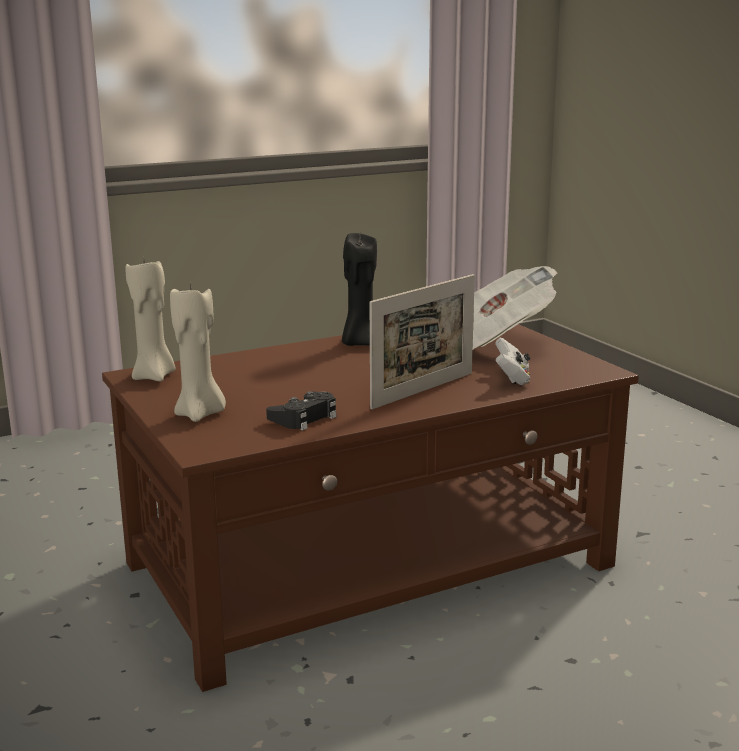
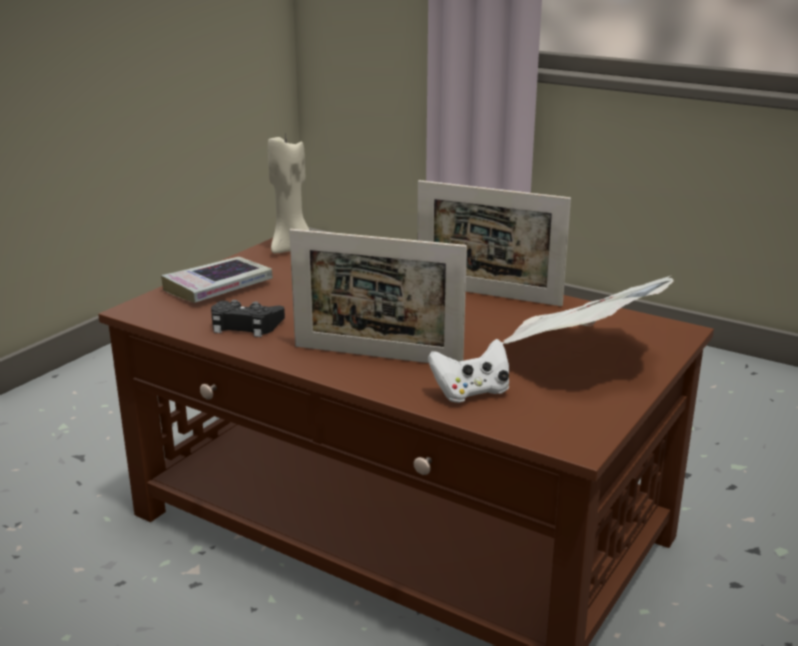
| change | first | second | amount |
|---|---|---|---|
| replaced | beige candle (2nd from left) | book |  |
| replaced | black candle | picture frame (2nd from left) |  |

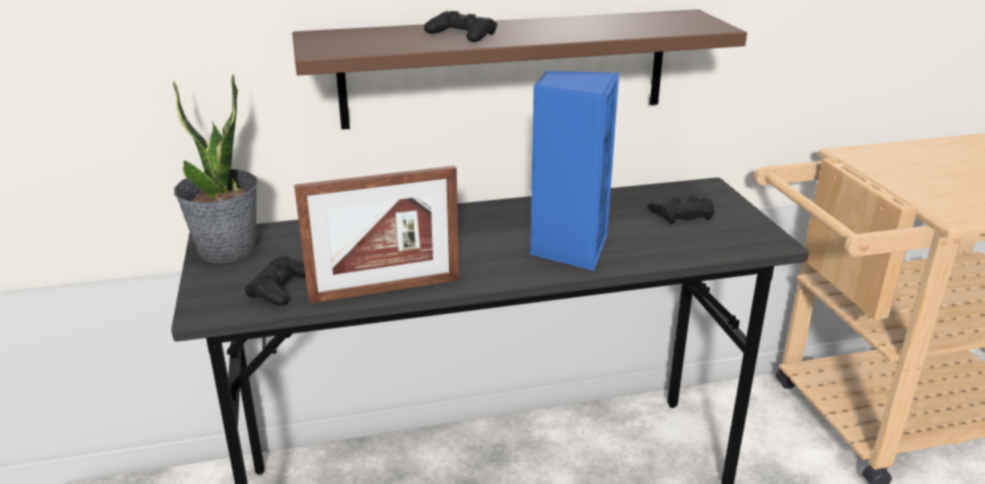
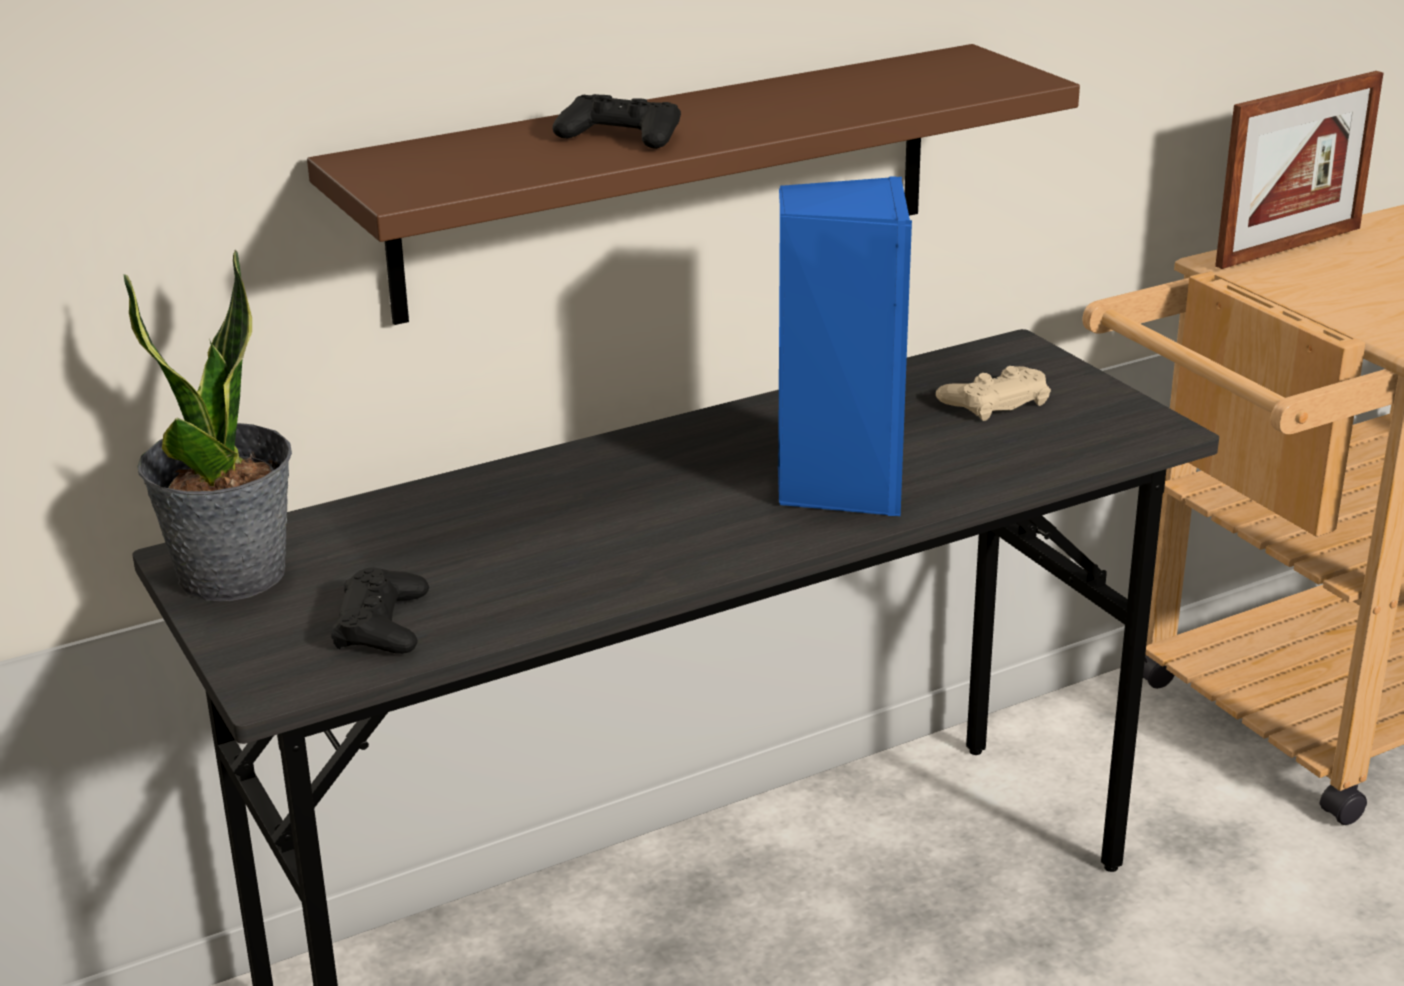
| change | first | second | amount |
|---|---|---|---|
| moved | picture frame |  |  |
| recoloured | black game controller (3rd from left) | beige game controller |  |

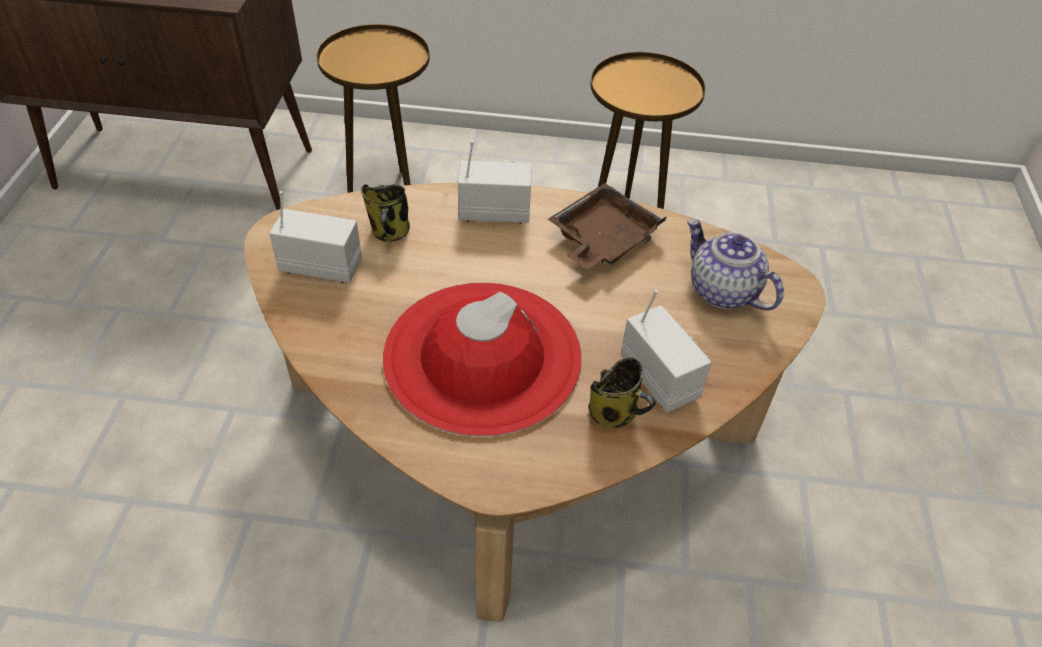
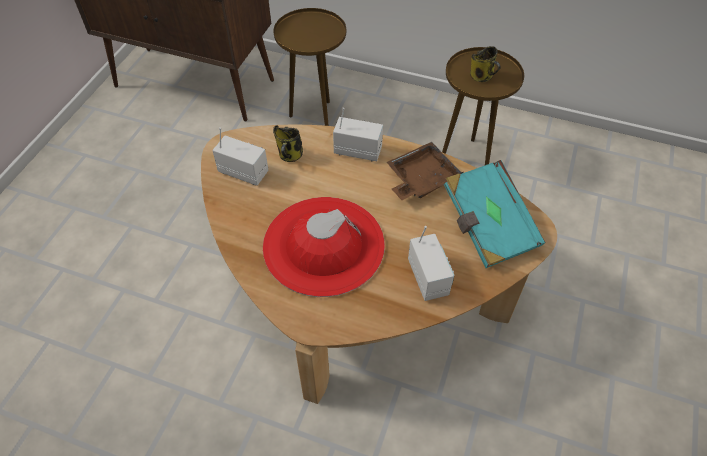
| change | first | second | amount |
|---|---|---|---|
| moved | mug (2nd from left) |  |  |
| replaced | teapot | turquoise book |  |

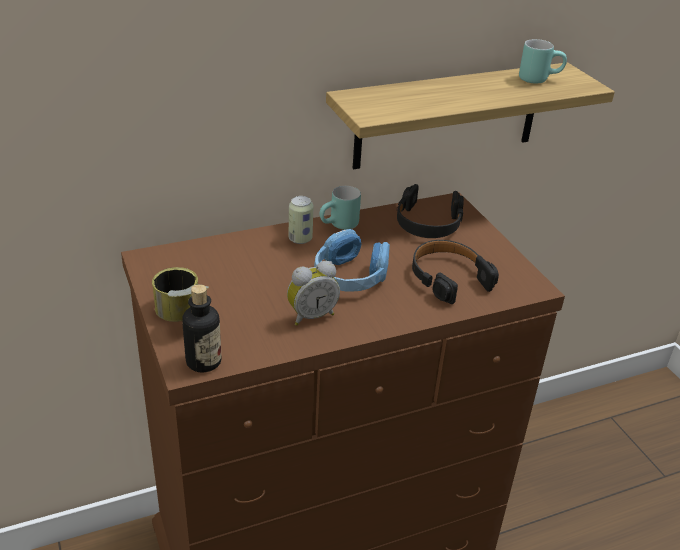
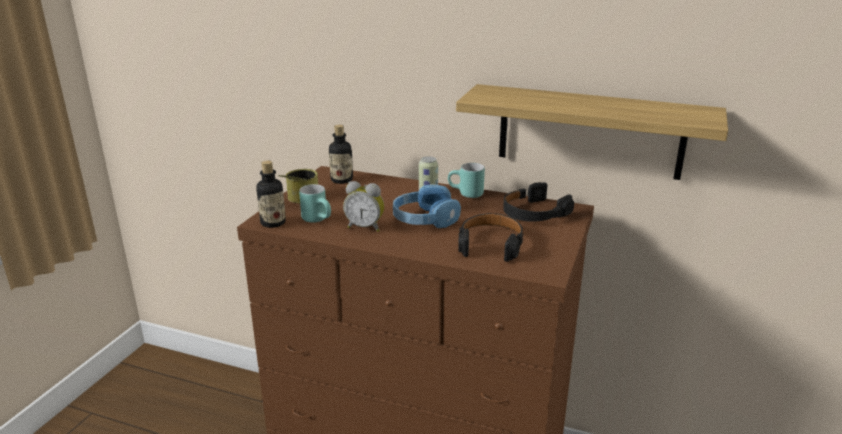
| change | first | second | amount |
|---|---|---|---|
| moved | turquoise mug (2nd from left in the first image) | turquoise mug (1st from left) |  |
| added |  | bottle (2nd from left) |  |

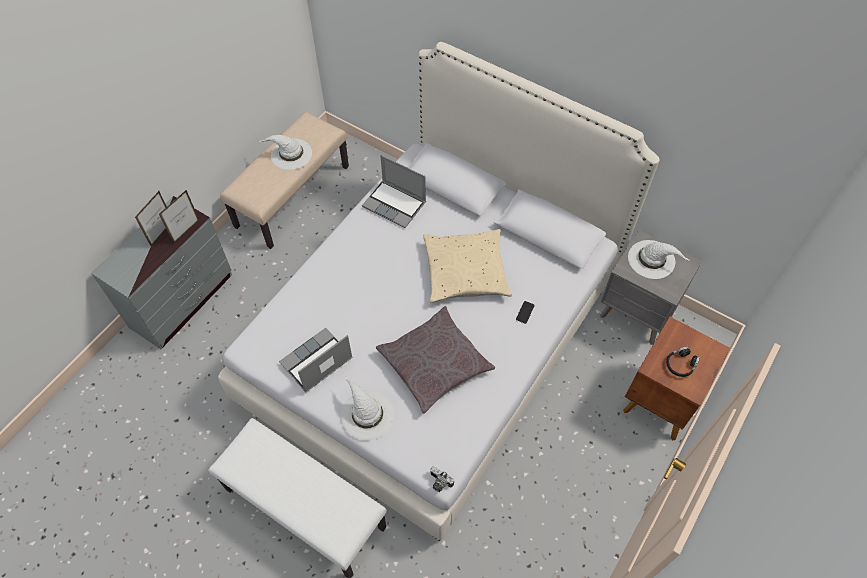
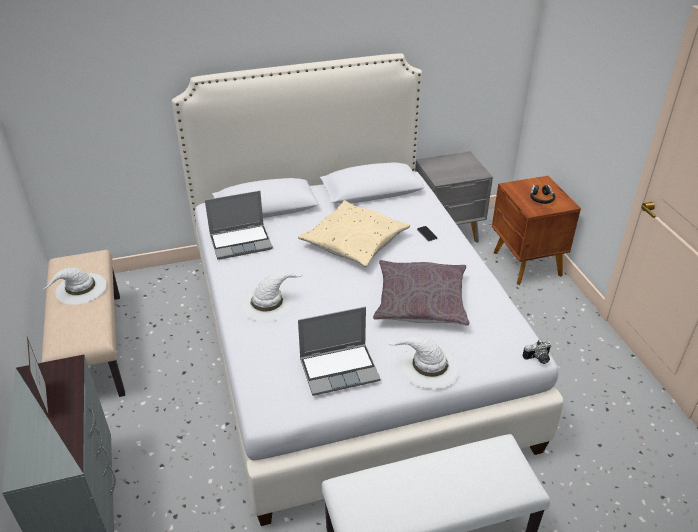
| change | first | second | amount |
|---|---|---|---|
| removed | picture frame (2nd from left) |  |  |
| turned | laptop (1st from left in the first image) | laptop (2nd from left) | 105 degrees counterclockwise |
| moved | white hat (3rd from left in the first image) | white hat (2nd from left) |  |

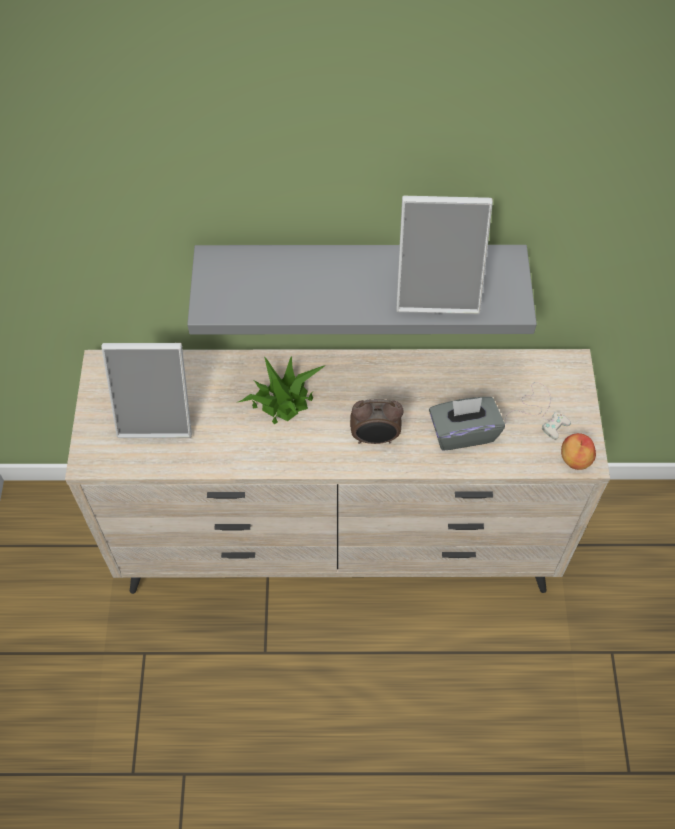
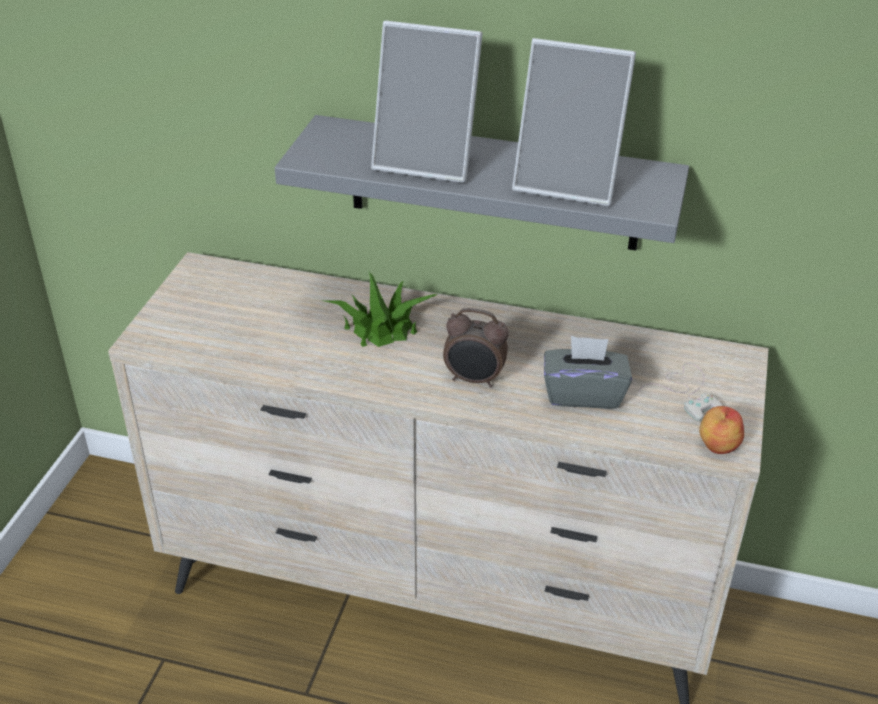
| change | first | second | amount |
|---|---|---|---|
| moved | picture frame (1st from left) |  |  |

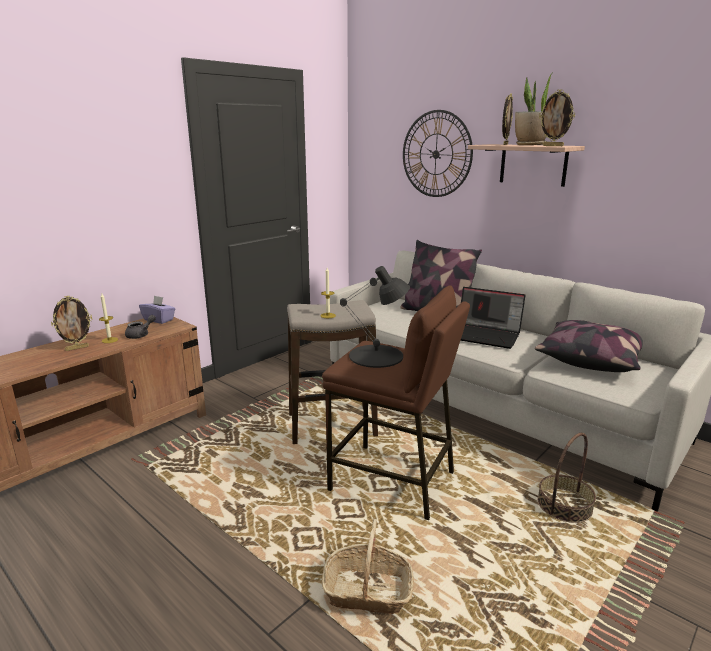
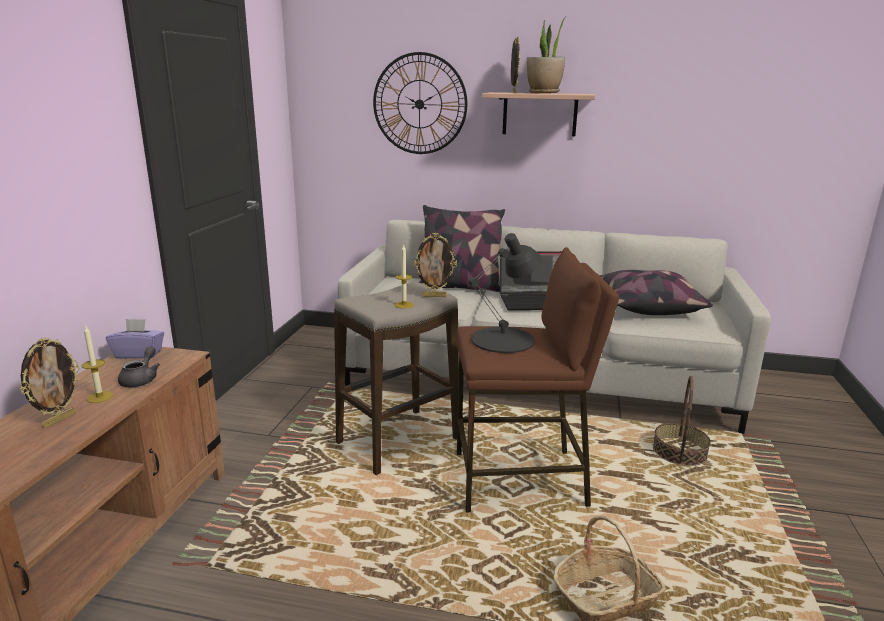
| change | first | second | amount |
|---|---|---|---|
| moved | picture frame (3rd from left in the first image) | picture frame (2nd from left) |  |

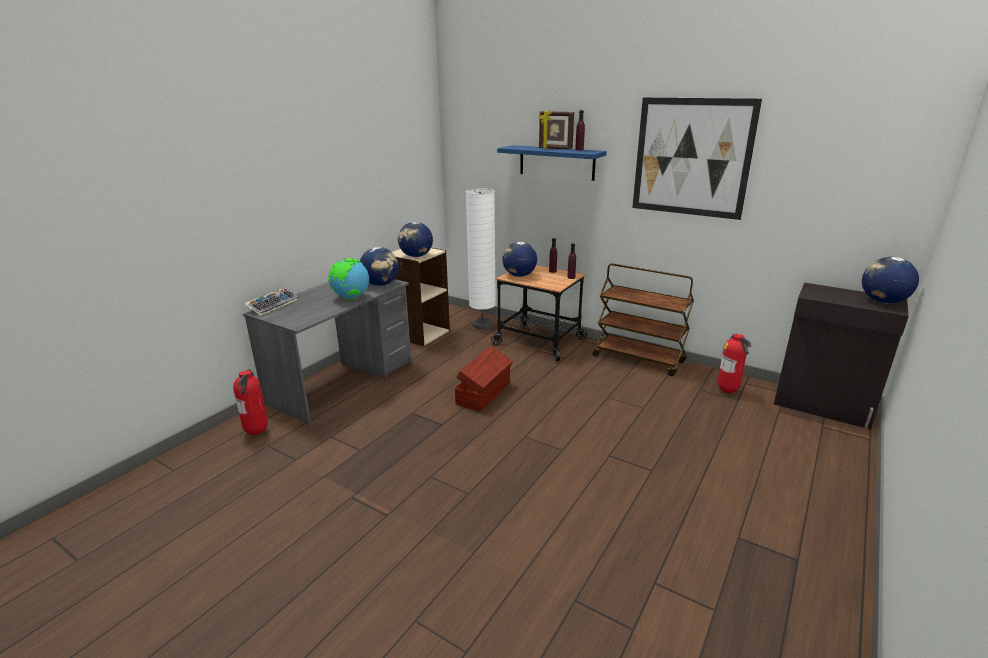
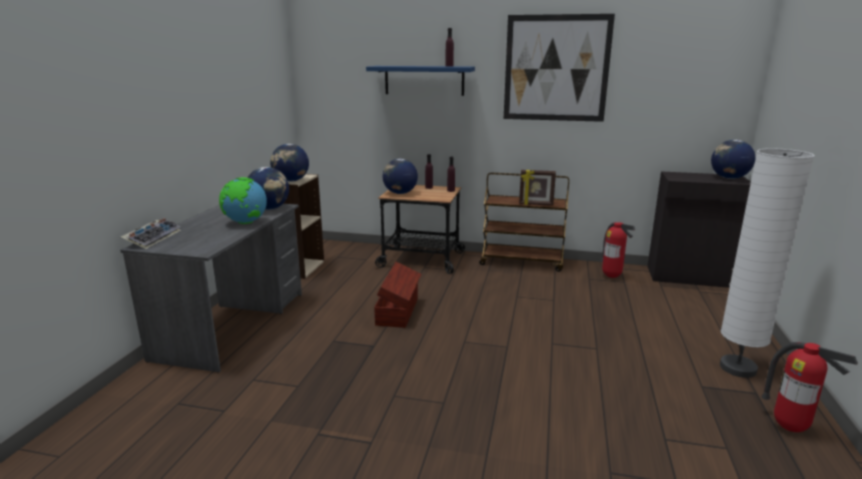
| change | first | second | amount |
|---|---|---|---|
| moved | fire extinguisher (1st from left in the first image) | fire extinguisher (2nd from left) |  |
| moved | white floor lamp |  |  |
| moved | picture frame |  |  |

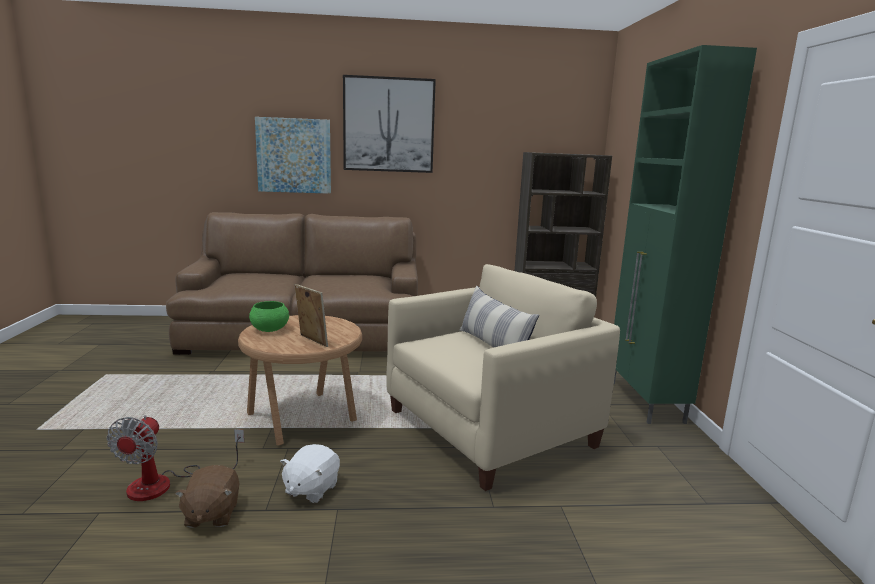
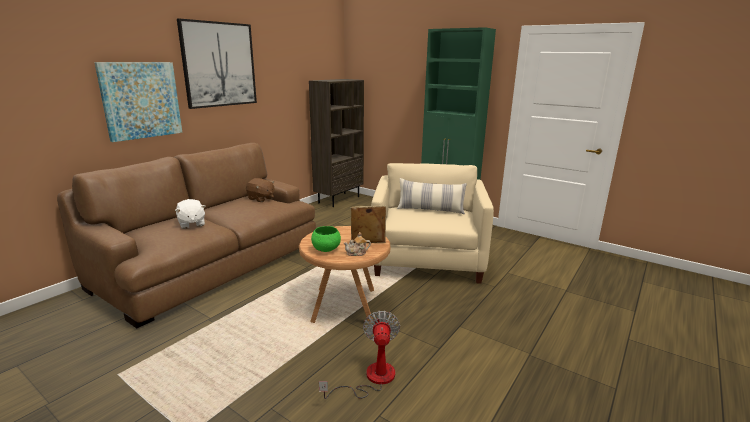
| change | first | second | amount |
|---|---|---|---|
| turned | fan |  | 135 degrees counterclockwise |
| moved | brown plush toy |  |  |
| moved | white plush toy |  |  |
| added |  | teapot |  |

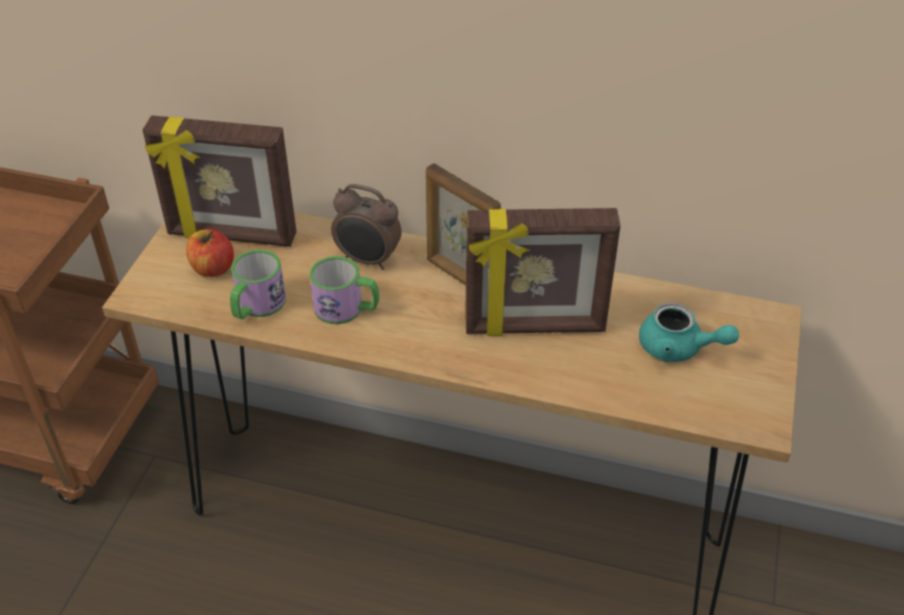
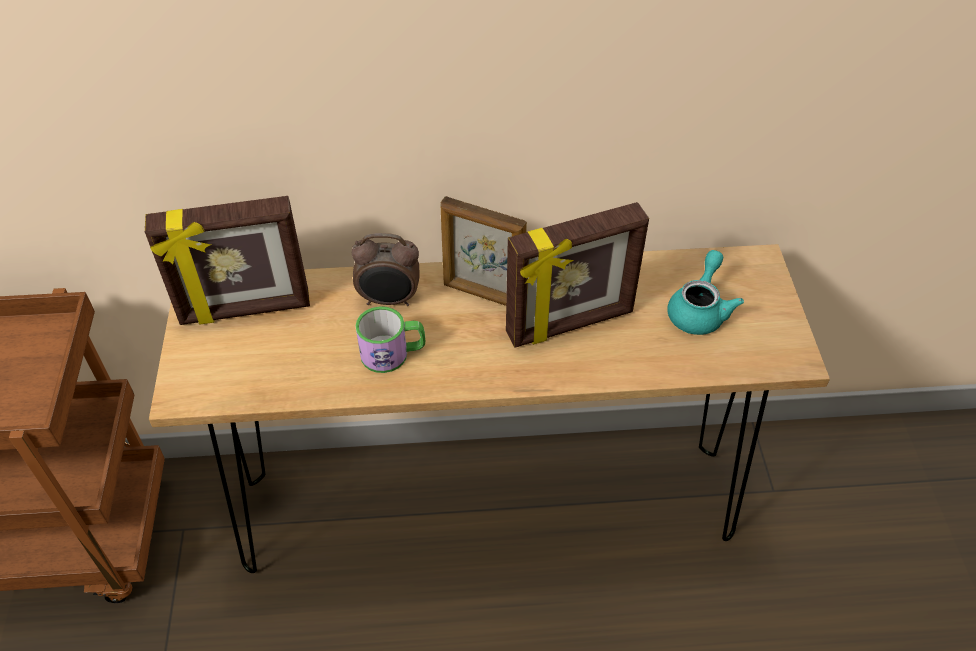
| change | first | second | amount |
|---|---|---|---|
| removed | apple |  |  |
| removed | mug (1st from left) |  |  |
| turned | turquoise teapot |  | 75 degrees counterclockwise |

